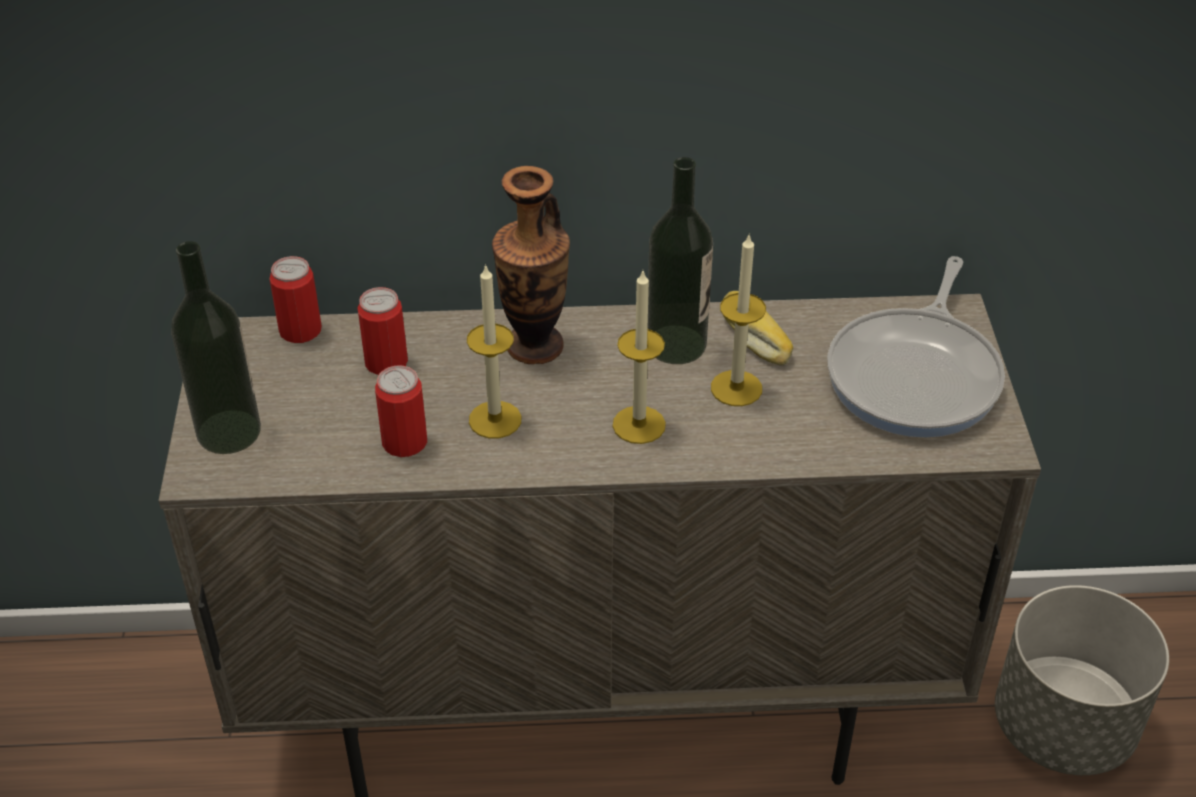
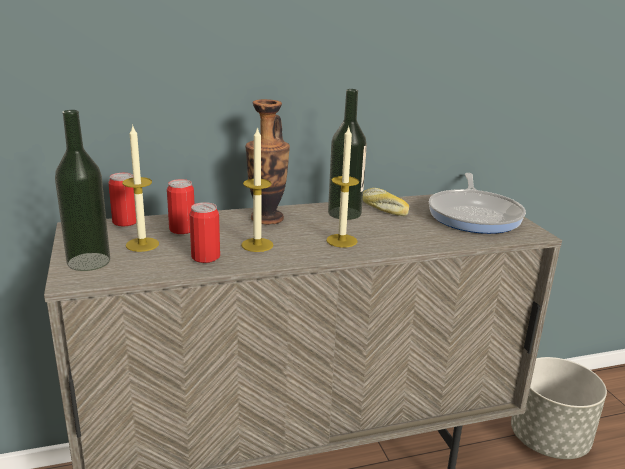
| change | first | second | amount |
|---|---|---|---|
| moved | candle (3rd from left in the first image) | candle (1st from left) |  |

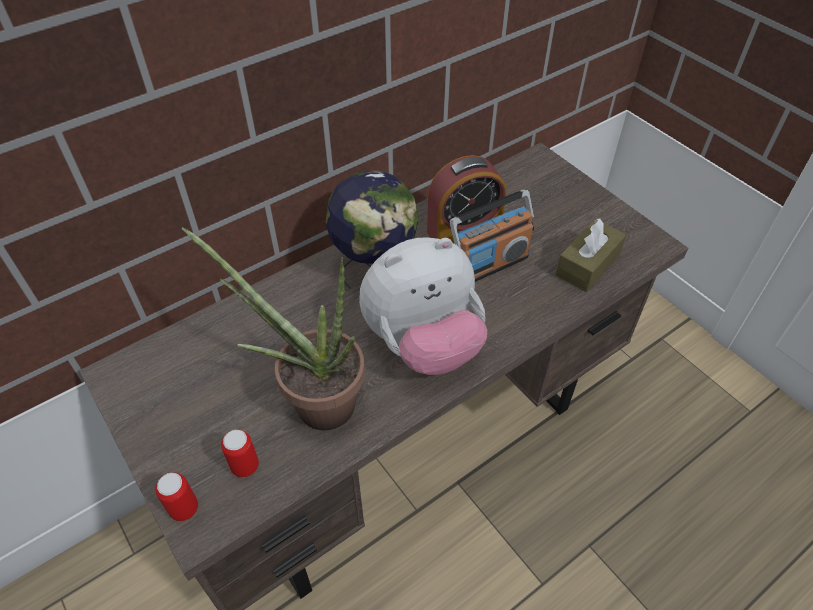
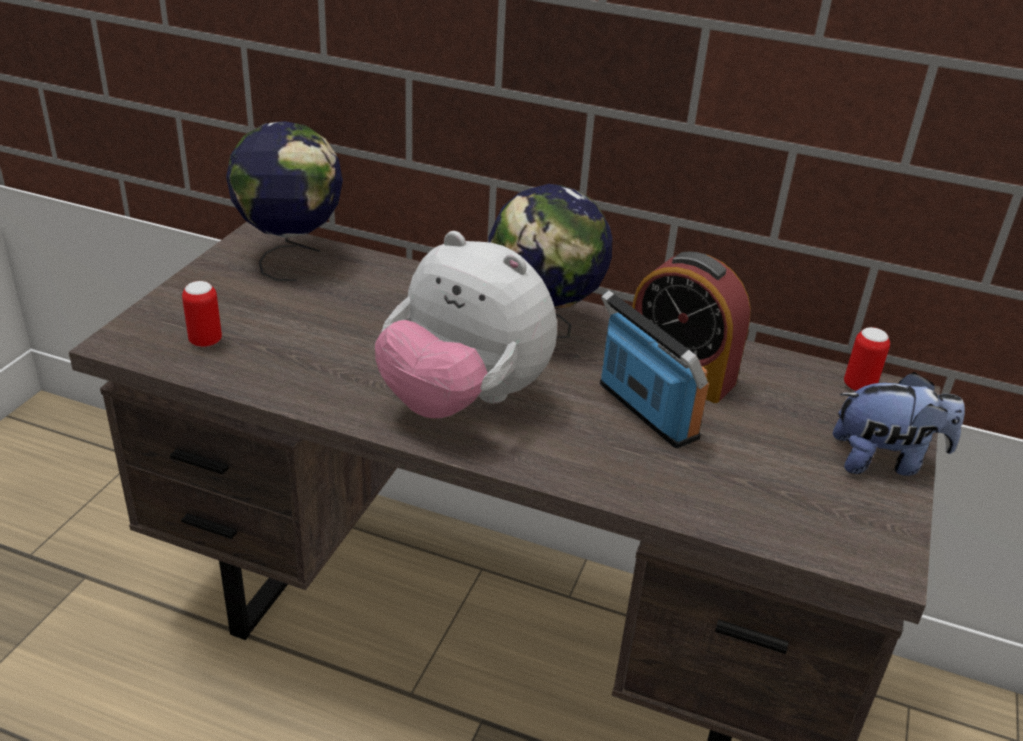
| change | first | second | amount |
|---|---|---|---|
| moved | can (1st from left in the first image) | can (2nd from left) |  |
| removed | potted plant |  |  |
| turned | radio |  | 150 degrees counterclockwise |
| removed | brown tissue box |  |  |
| added |  | globe (1st from left) |  |
| added |  | plush toy (2nd from left) |  |

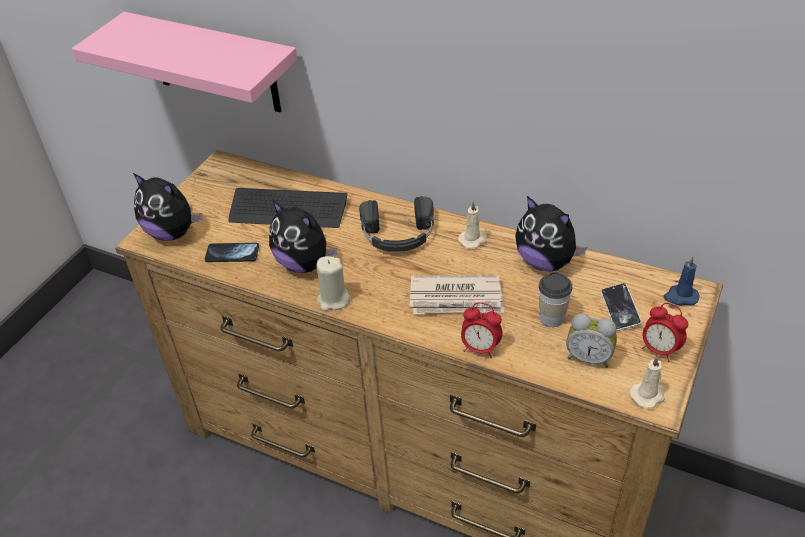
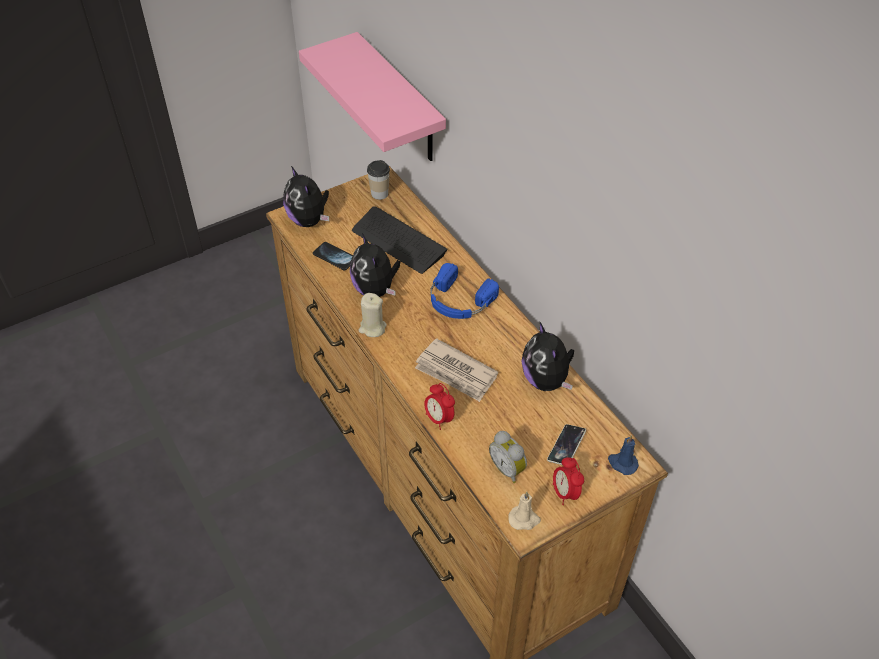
| change | first | second | amount |
|---|---|---|---|
| recoloured | black headphones | blue headphones |  |
| removed | beige candle (2nd from left) |  |  |
| moved | cup |  |  |

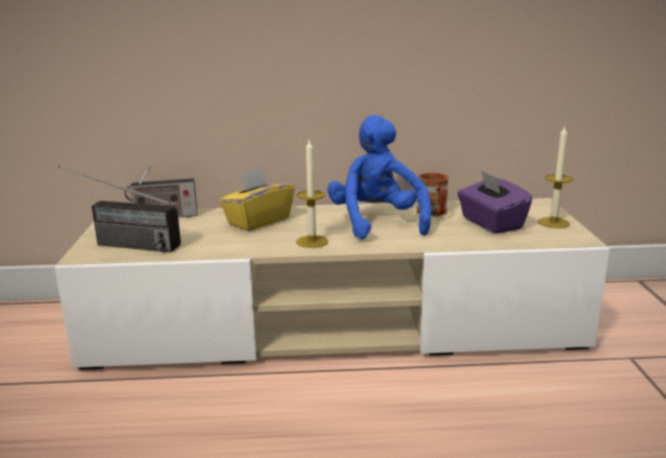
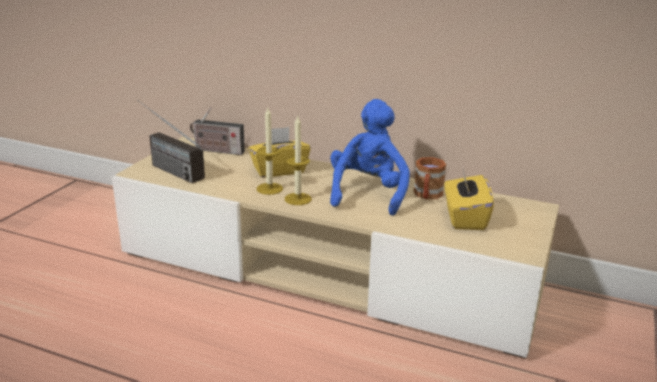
| change | first | second | amount |
|---|---|---|---|
| recoloured | purple tissue box | yellow tissue box (2nd from left) |  |
| moved | candle (2nd from left in the first image) | candle (1st from left) |  |

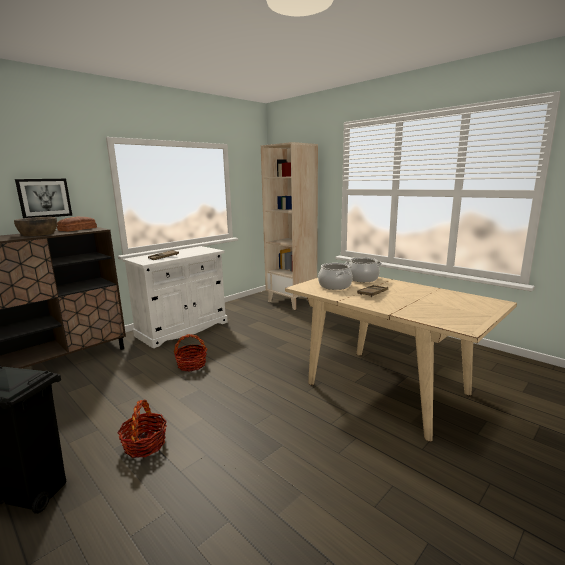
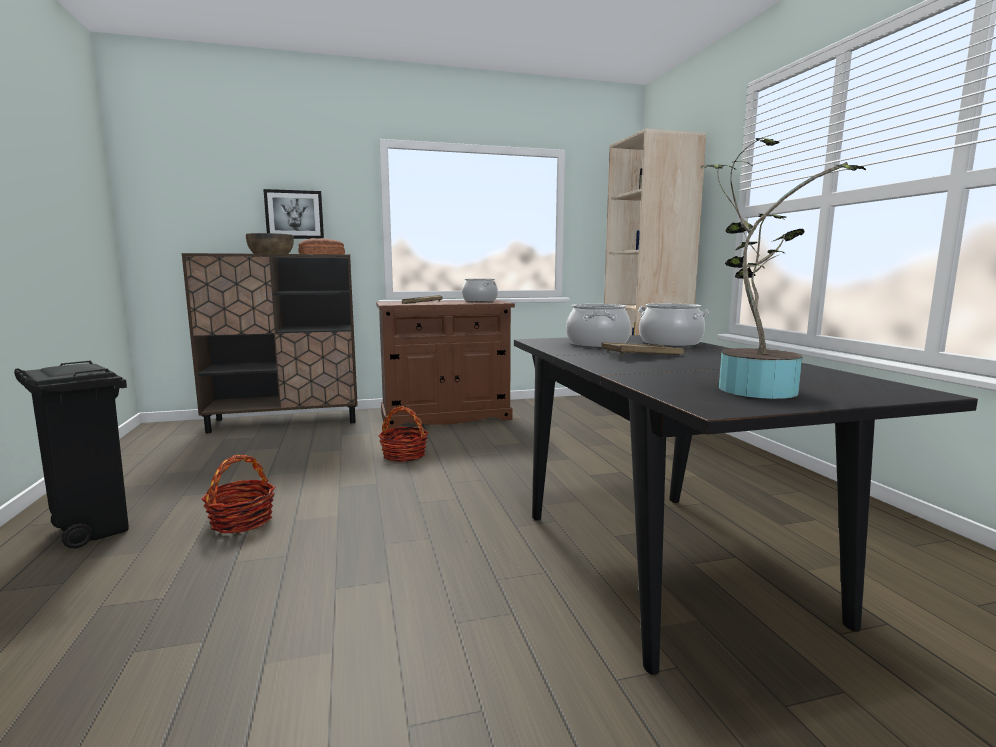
| change | first | second | amount |
|---|---|---|---|
| recoloured | white cabinet | brown cabinet (2nd from left) |  |
| recoloured | beige dining table | black dining table |  |
| added |  | cooking pot (1st from left) |  |
| added |  | potted plant |  |

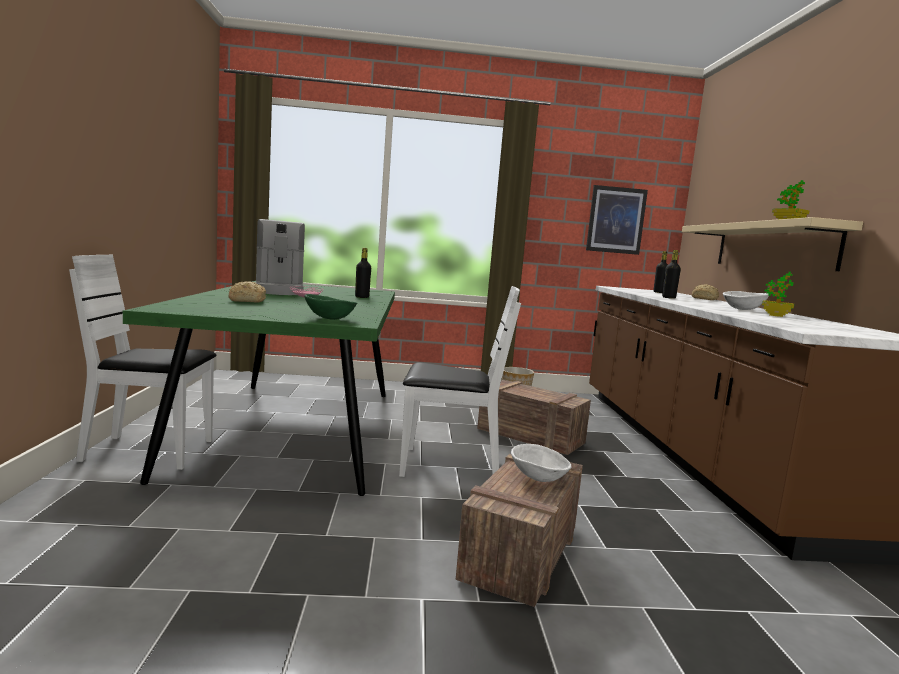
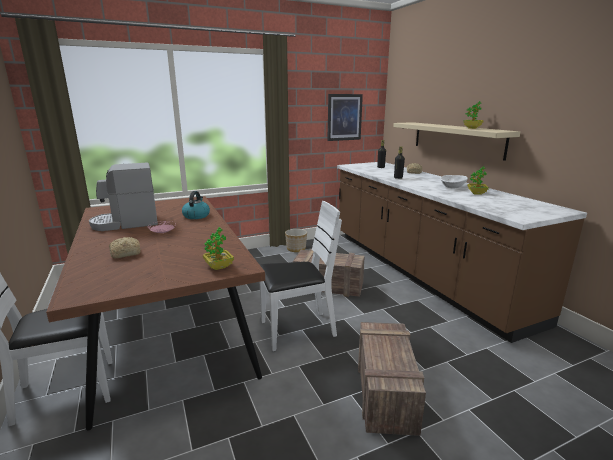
| change | first | second | amount |
|---|---|---|---|
| recoloured | green dining table | brown dining table |  |
| turned | coffee machine |  | 105 degrees clockwise |
| replaced | green bowl | potted plant (1st from left) |  |
| replaced | black bottle (1st from left) | kettle |  |
| removed | white bowl (1st from left) |  |  |

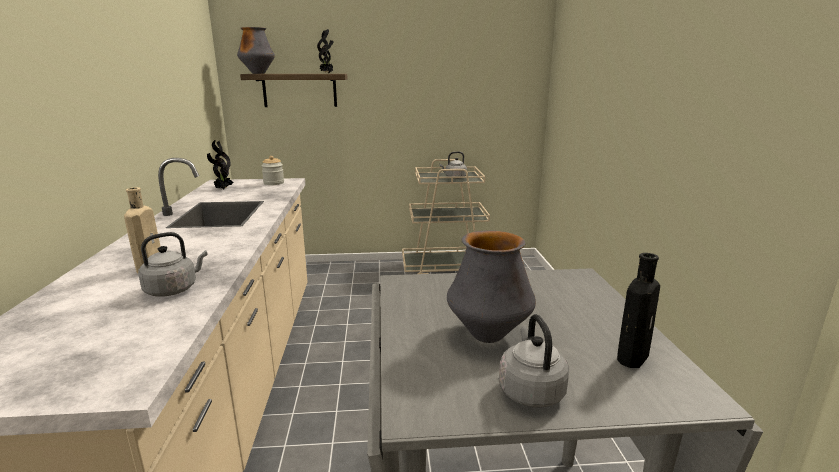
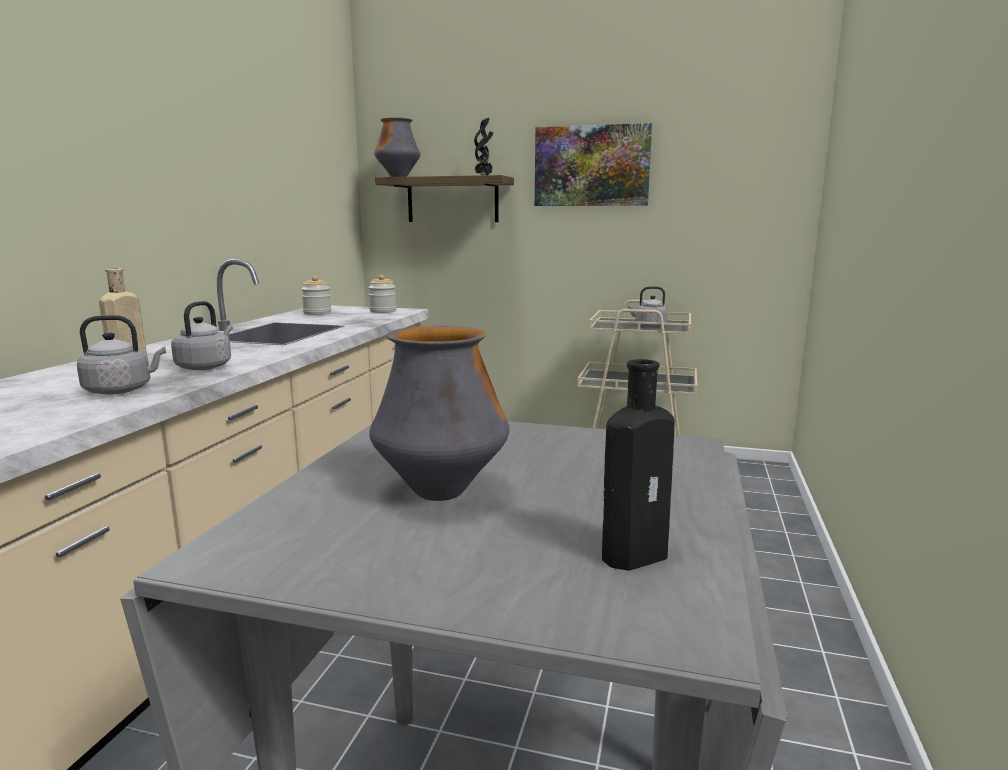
| change | first | second | amount |
|---|---|---|---|
| replaced | potted plant (1st from left) | jar (1st from left) |  |
| moved | grey kettle (3rd from left in the first image) | grey kettle (2nd from left) |  |
| added |  | picture |  |

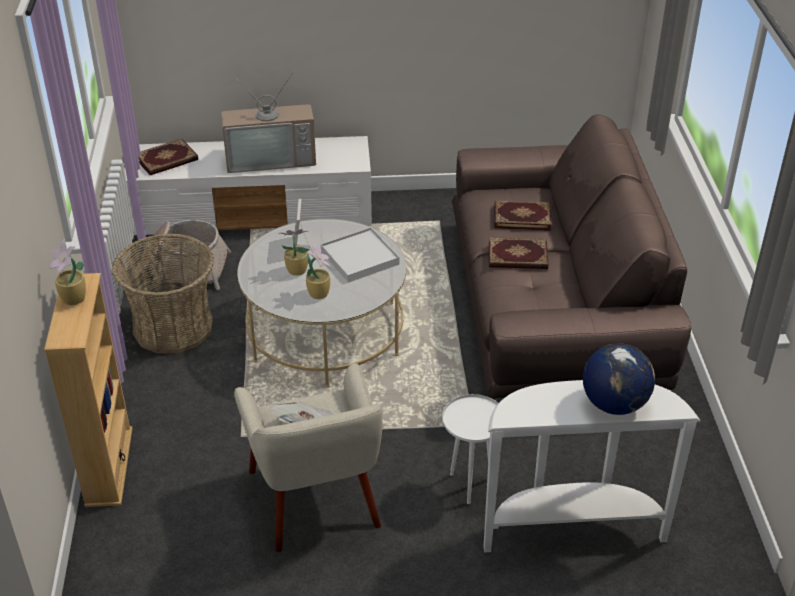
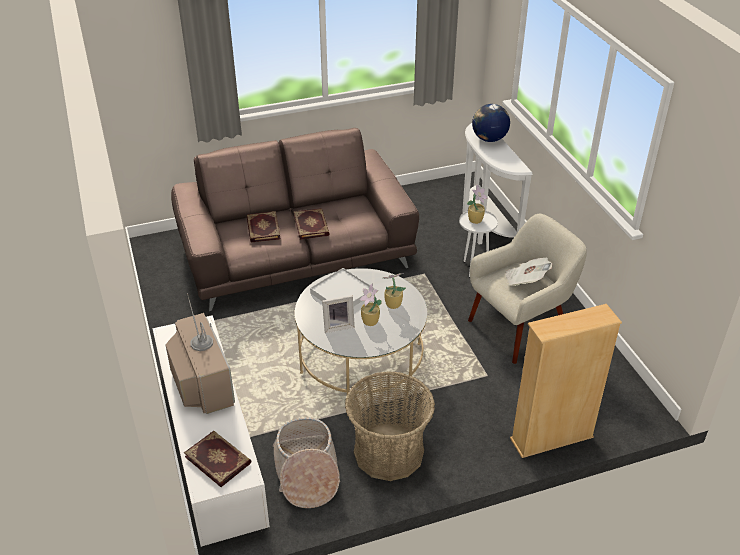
| change | first | second | amount |
|---|---|---|---|
| moved | potted plant (1st from left in the first image) | potted plant (3rd from left) |  |

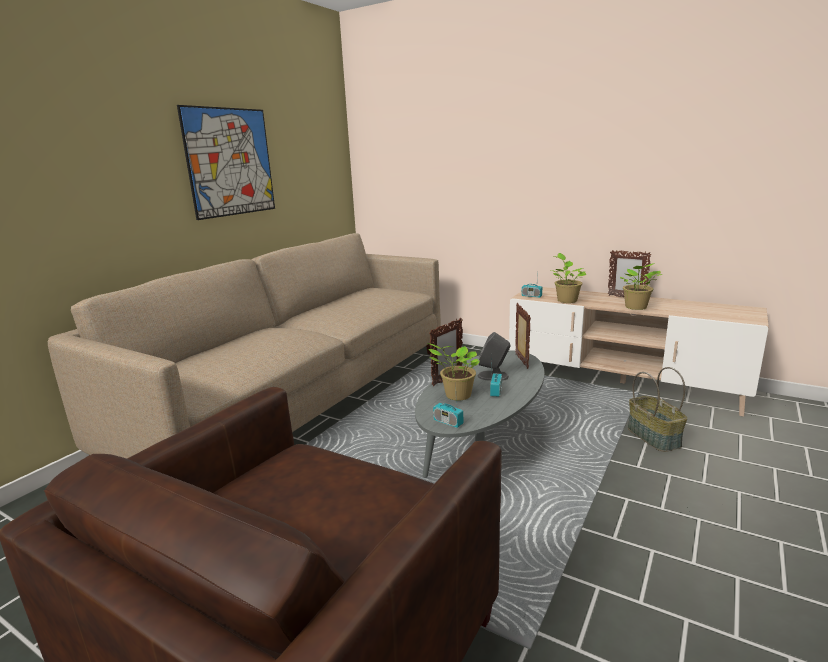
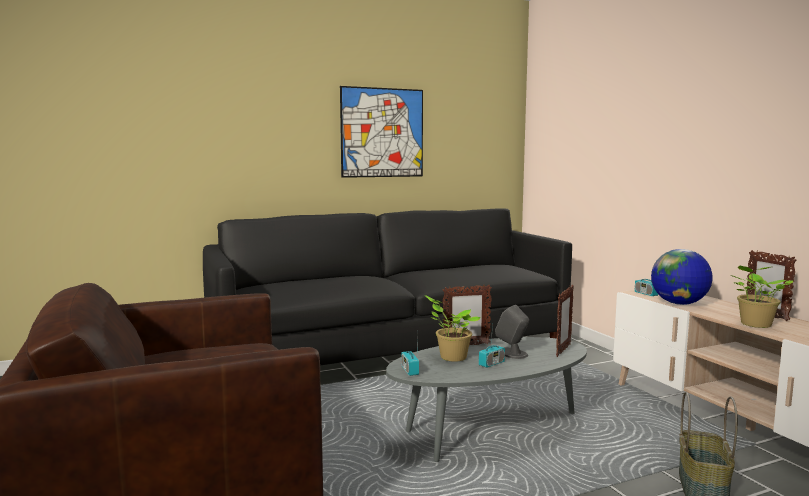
| change | first | second | amount |
|---|---|---|---|
| recoloured | beige sofa | black sofa |  |
| replaced | potted plant (2nd from left) | globe |  |

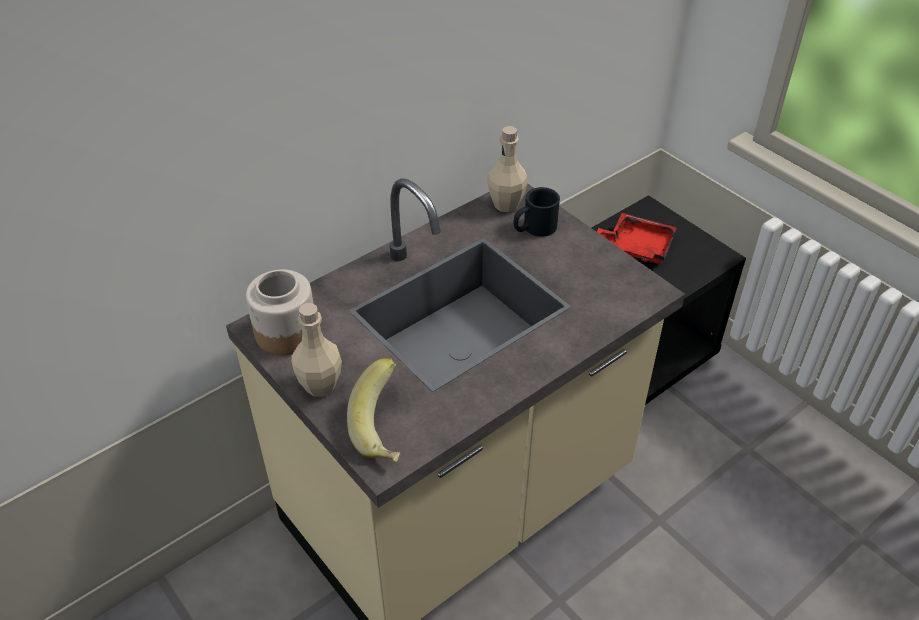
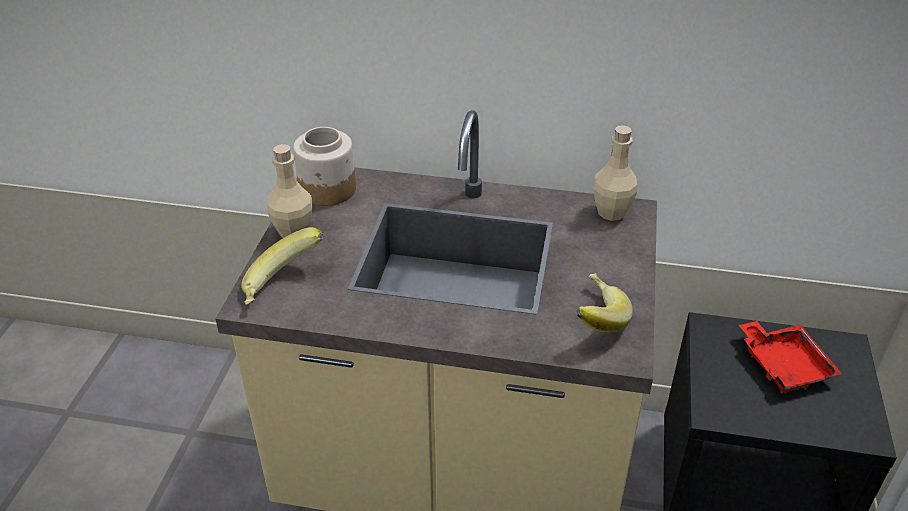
| change | first | second | amount |
|---|---|---|---|
| removed | black mug |  |  |
| added |  | banana (2nd from left) |  |

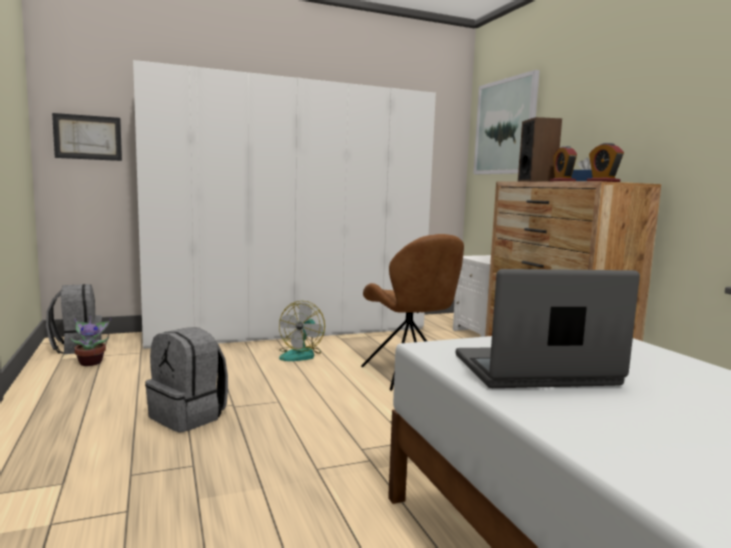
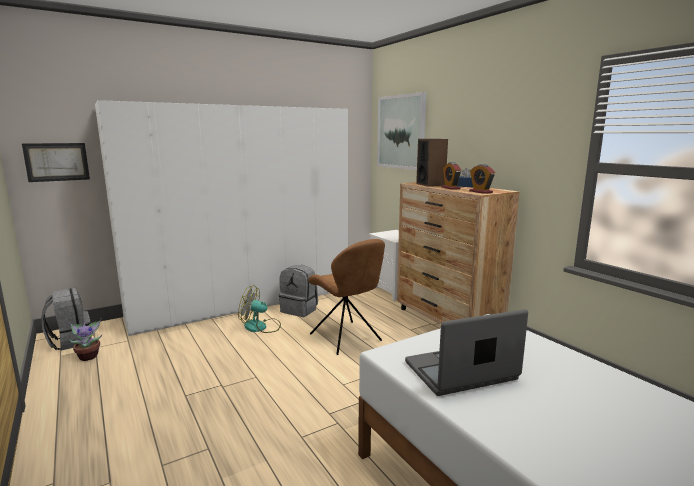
| change | first | second | amount |
|---|---|---|---|
| moved | grey backpack (2nd from left) |  |  |
| turned | fan |  | 90 degrees clockwise |

